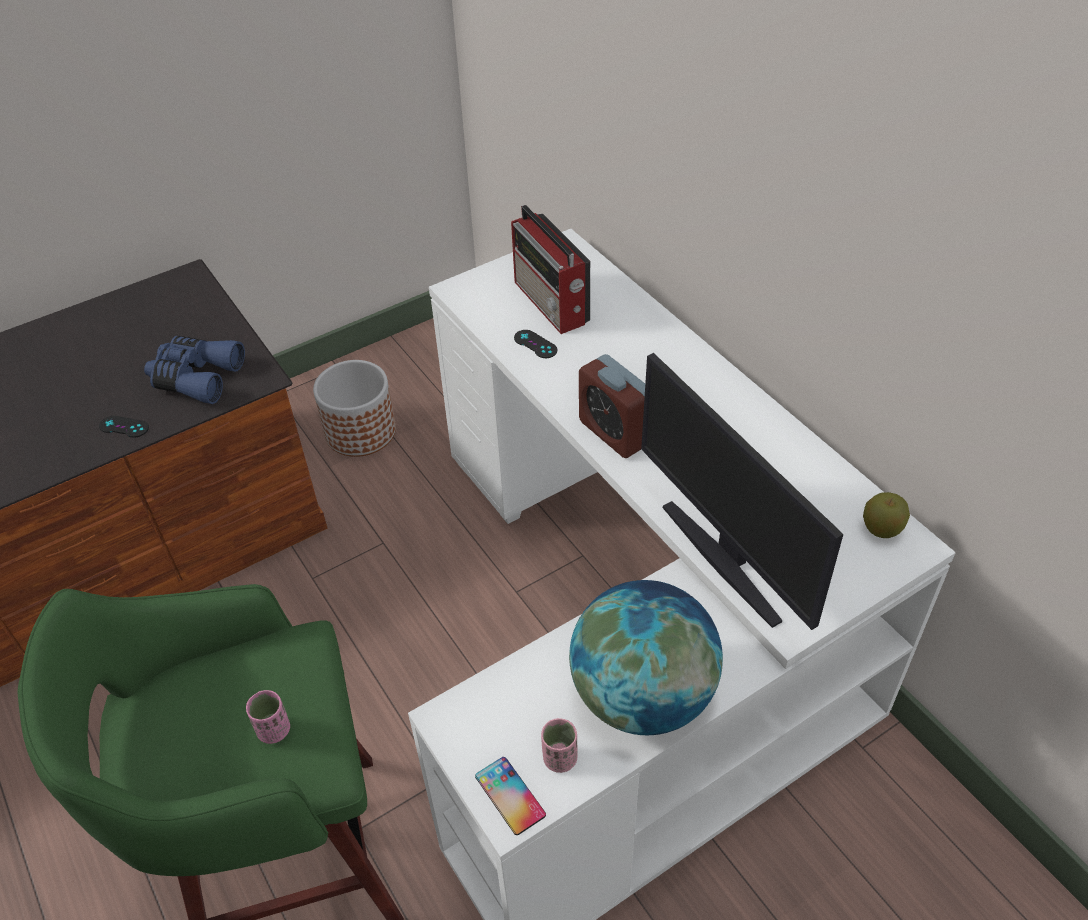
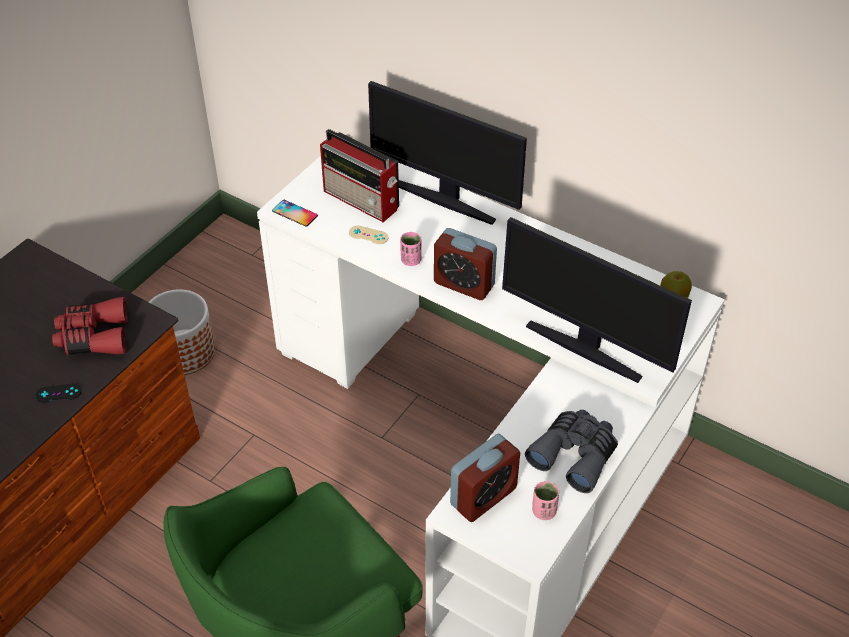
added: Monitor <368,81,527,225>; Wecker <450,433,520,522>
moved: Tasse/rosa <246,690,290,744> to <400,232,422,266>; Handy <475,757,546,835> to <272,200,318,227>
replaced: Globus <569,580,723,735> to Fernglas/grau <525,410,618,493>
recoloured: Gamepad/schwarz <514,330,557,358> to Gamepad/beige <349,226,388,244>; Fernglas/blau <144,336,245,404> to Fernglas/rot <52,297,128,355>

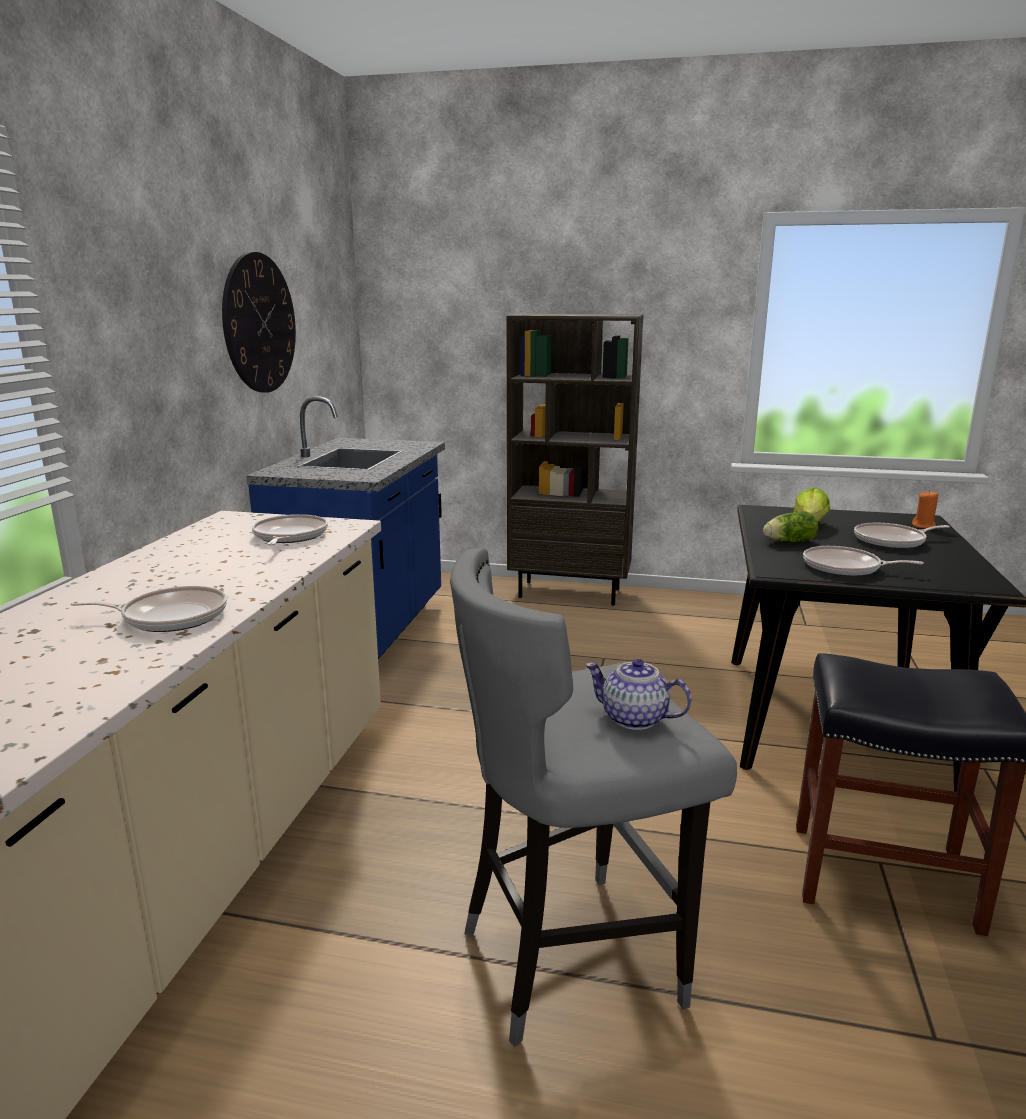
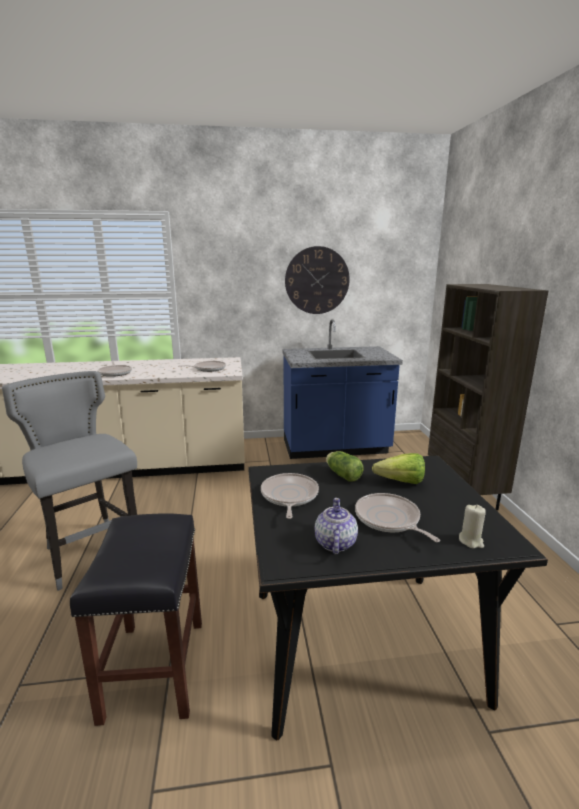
moved: Teekanne <585,659,692,730> to <315,498,358,555>
recoloured: Kerze/orange <912,490,938,528> to Kerze/beige <459,505,486,548>

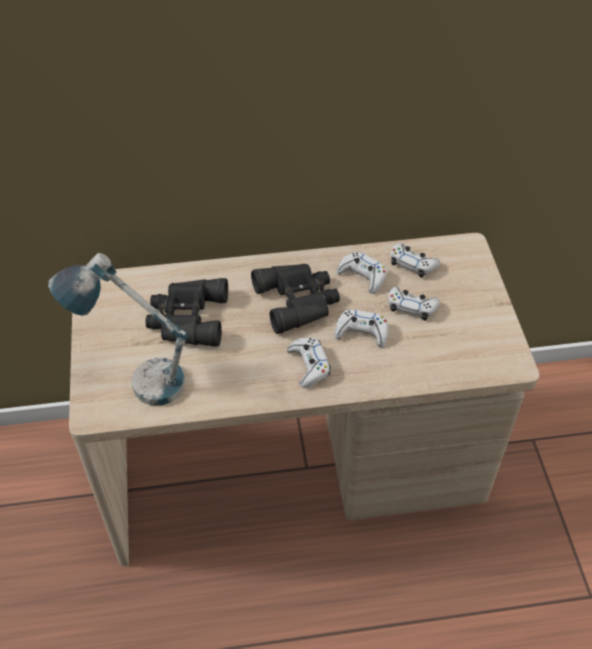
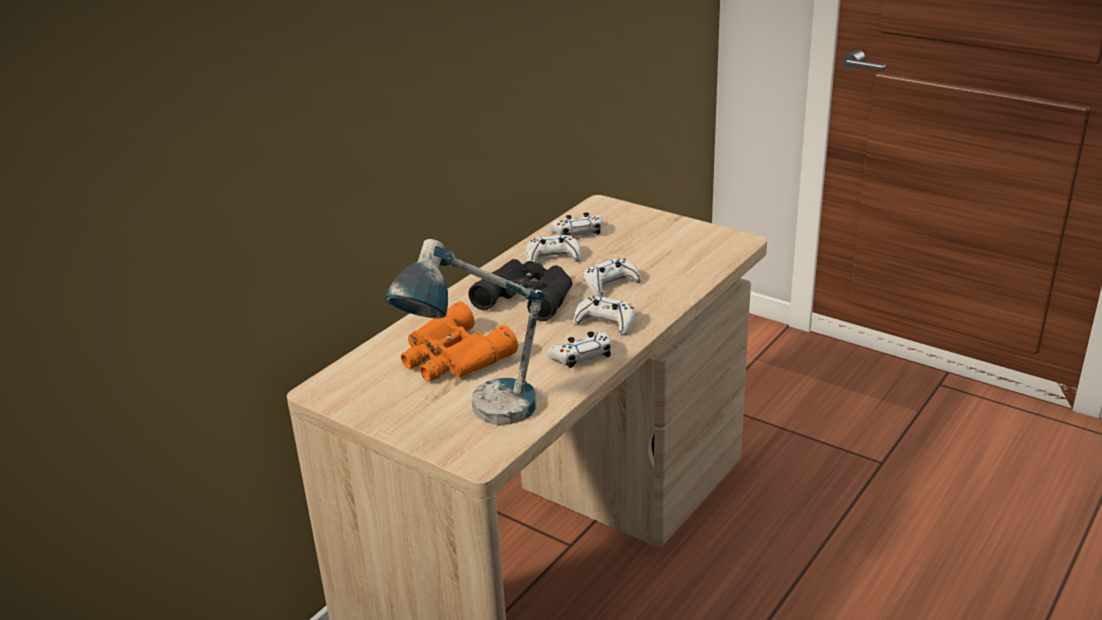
moved: Gamepad/weiß <388,287,440,321> to <547,332,611,368>
recoloured: Fernglas/schwarz <145,278,228,347> to Fernglas/orange <401,301,518,382>

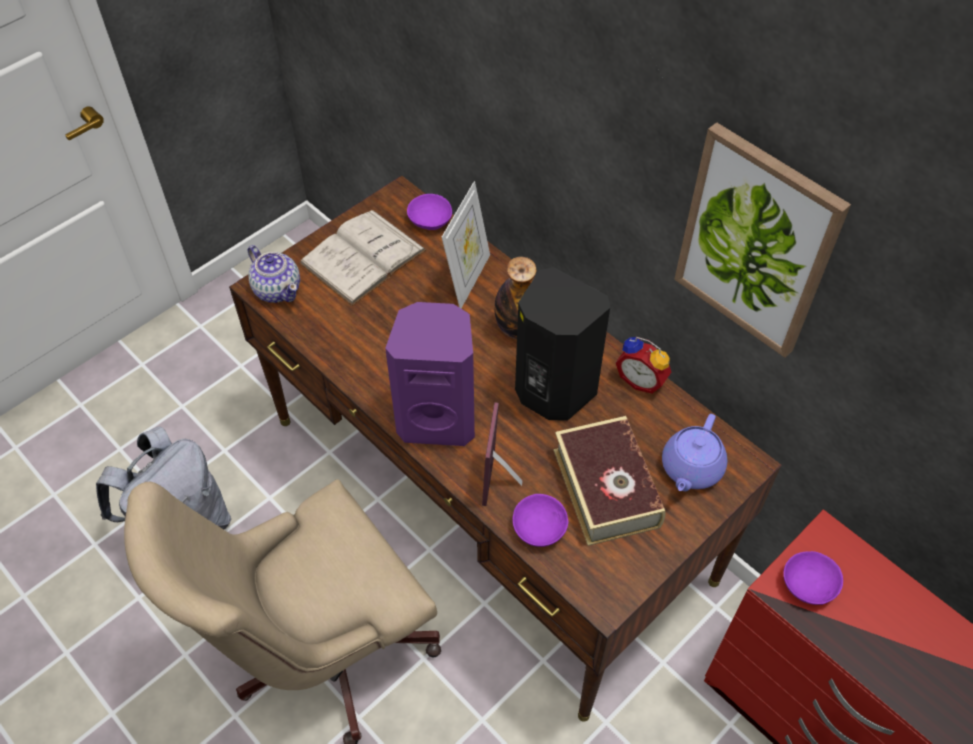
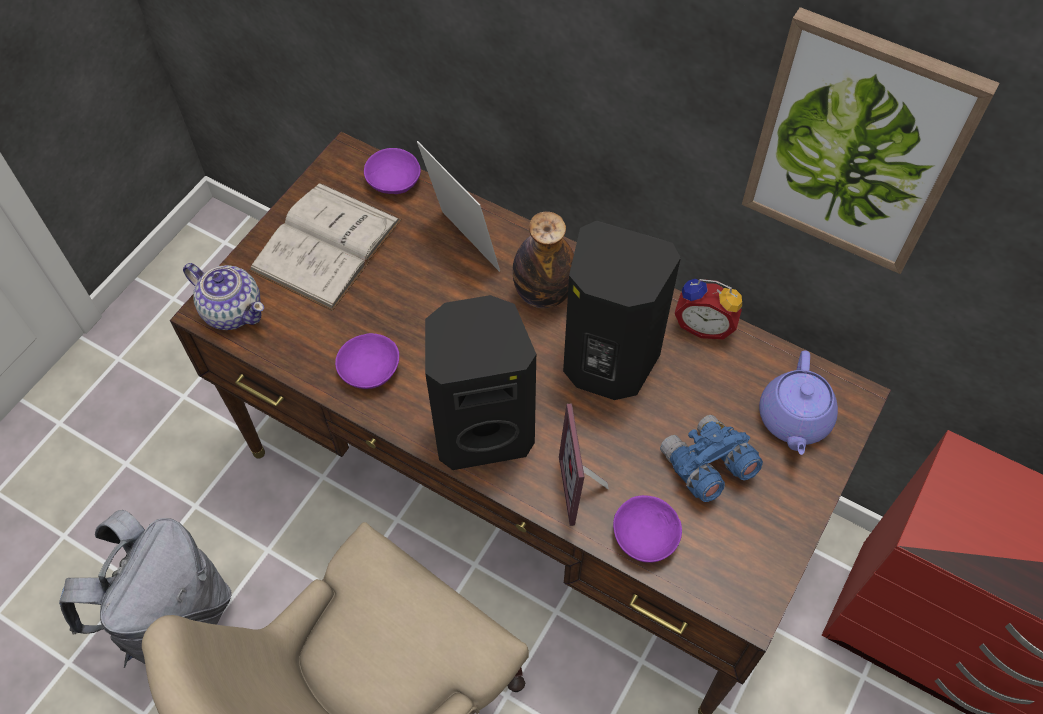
moved: Schüssel/lila <783,551,843,605> to <335,333,399,389>
replaced: Buch <553,416,665,546> to Fernglas/blau <660,415,763,502>
recoloured: Lautsprecher/lila <385,302,475,446> to Lautsprecher/schwarz <425,295,536,470>
turned: Bilderrahmen <442,181,490,308> = <417,141,500,272> 45 degrees counterclockwise

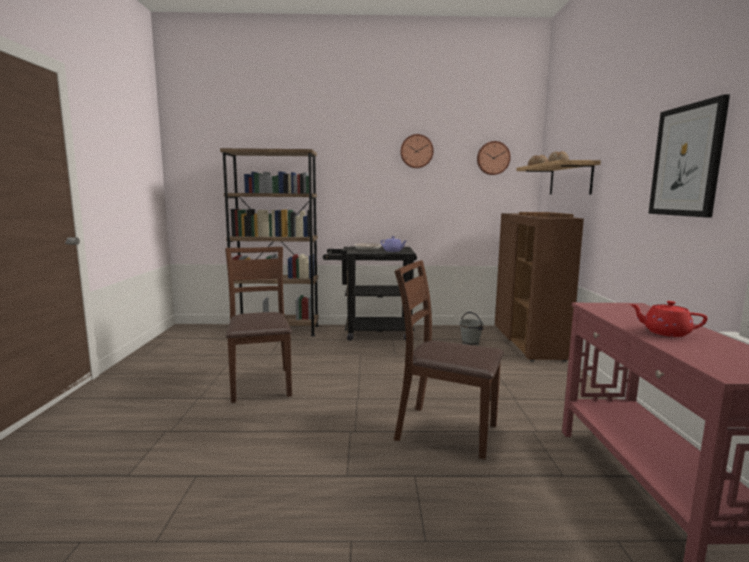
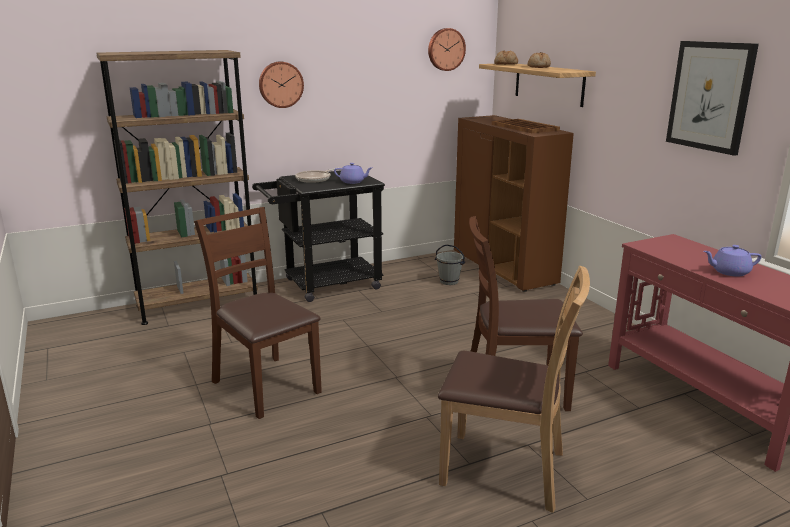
added: Stuhl/braun <438,266,590,513>
moved: Wanduhr <400,134,434,168> to <259,62,304,108>
recoloured: Teekanne/rot <630,301,708,337> to Teekanne/lila <704,245,762,276>

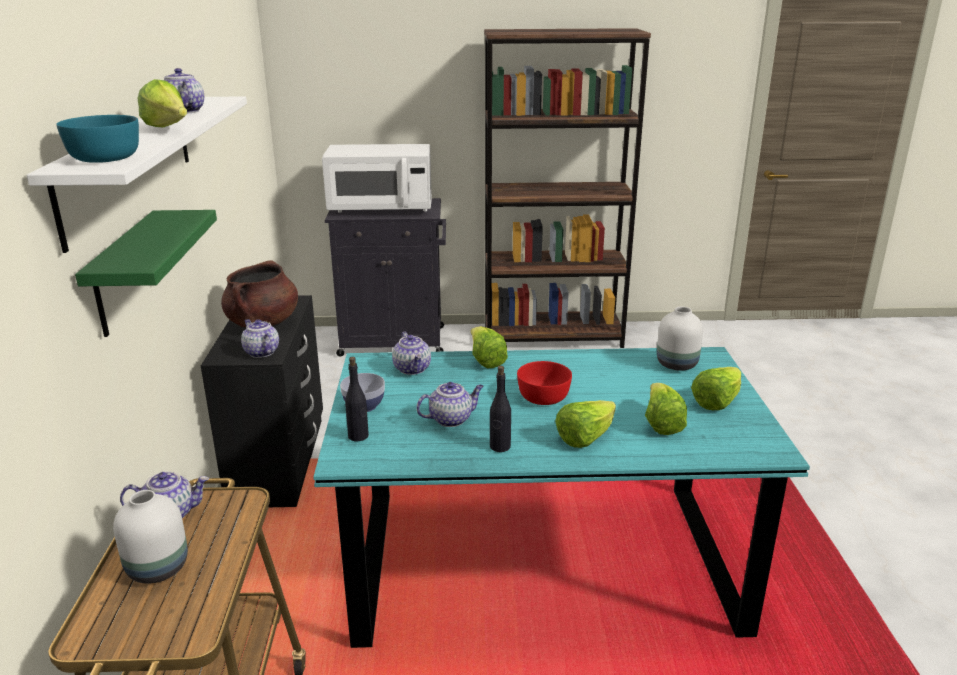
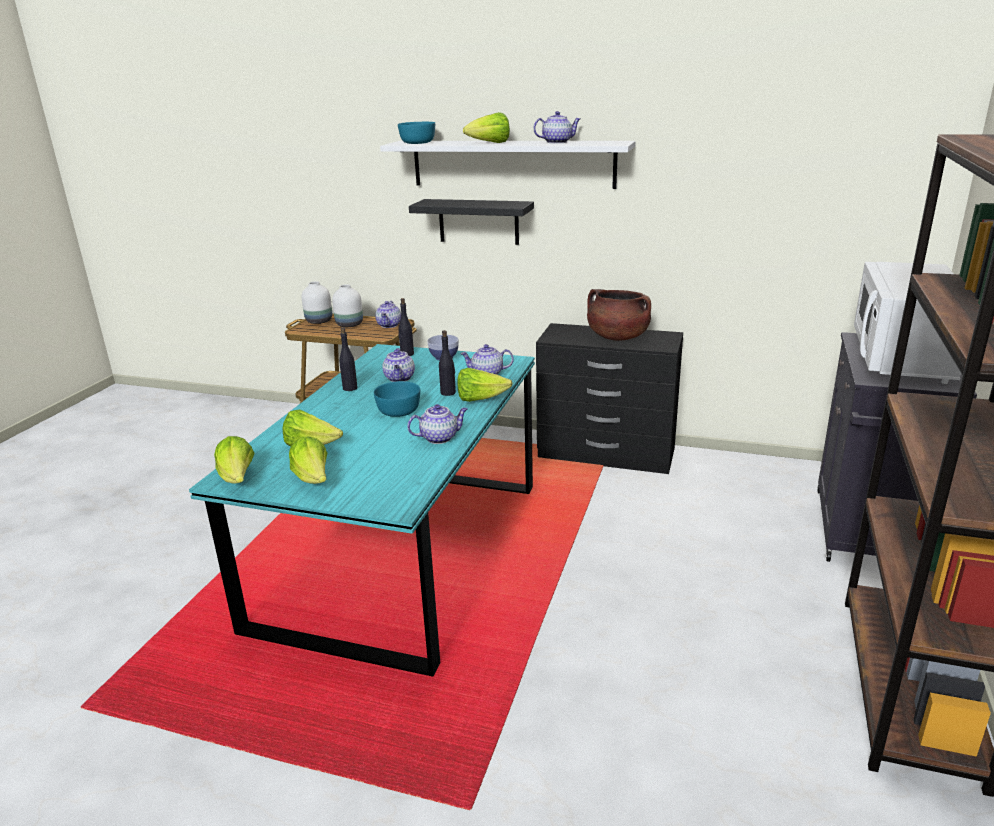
added: Flasche/schwarz <439,330,456,396>
moved: Vase/weiß <657,307,703,371> to <302,281,332,324>; Teekanne <241,319,279,358> to <407,404,467,444>; Salatkopf <555,400,616,448> to <214,436,255,484>
recoloured: Wandregal/grün <75,210,217,337> to Wandregal/schwarz <409,199,534,245>; Schüssel/rot <517,361,572,405> to Schüssel/türkis <374,381,420,417>

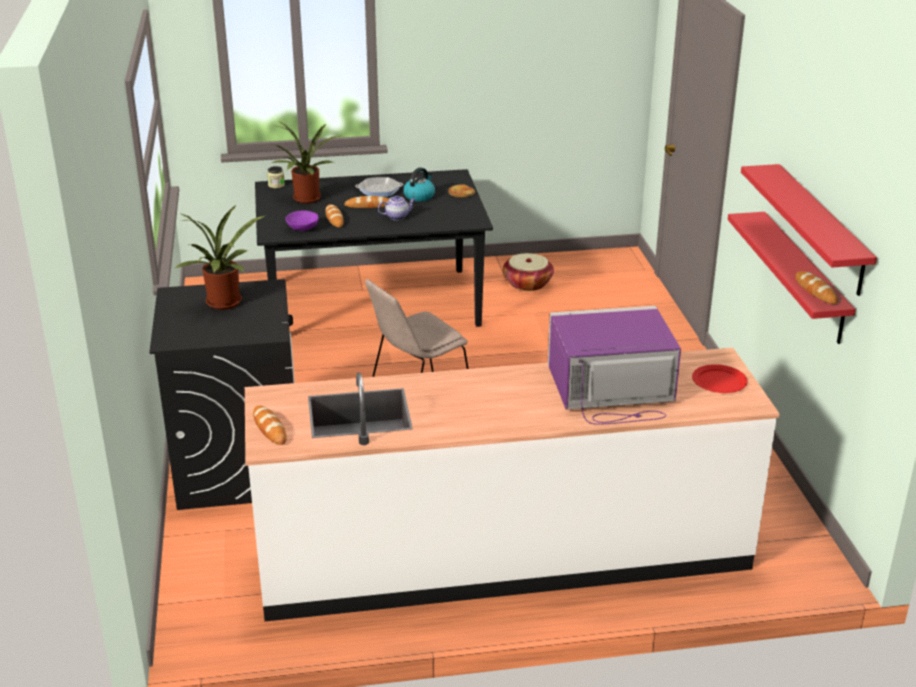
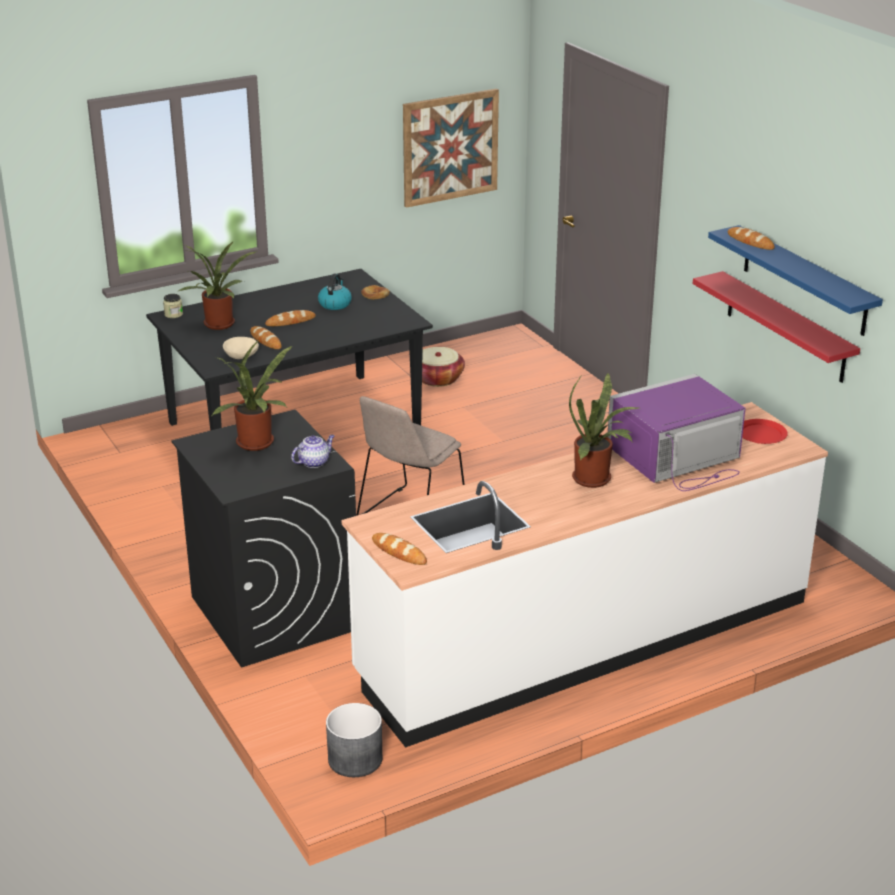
removed: Pfanne <356,177,403,197>
added: Bild <403,89,499,208>; Topfpflanze <569,372,639,488>; Pflanzkübel/grau <326,703,382,777>
moved: Teekanne <378,195,415,220> to <291,435,335,468>; Brot <795,271,838,304> to <728,227,775,250>
recoloured: Wandregal/rot <741,164,877,296> to Wandregal/blau <708,225,883,336>; Schüssel/lila <285,210,319,231> to Schüssel/beige <223,337,259,359>

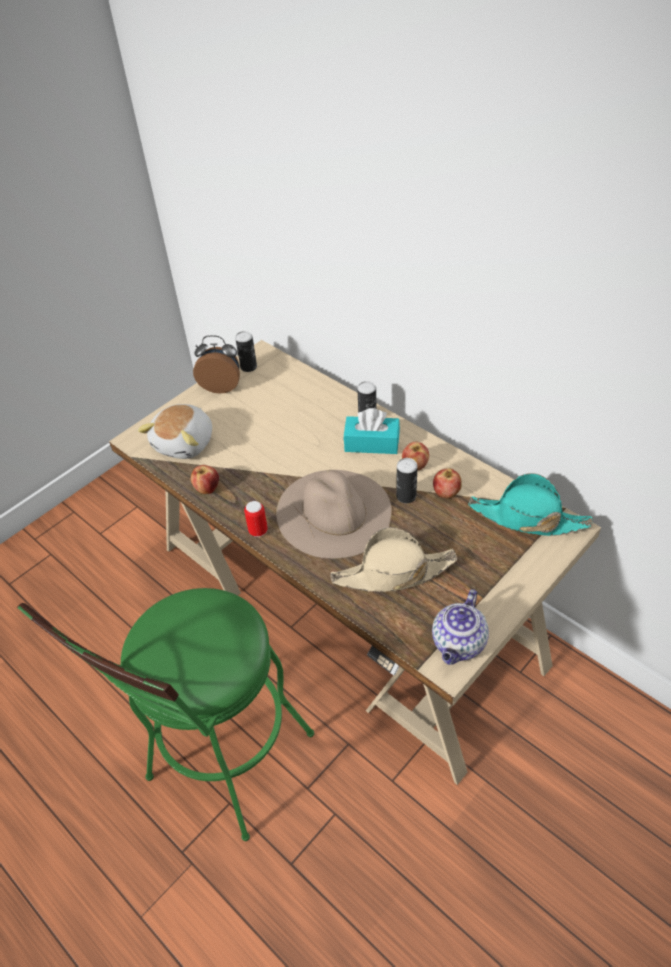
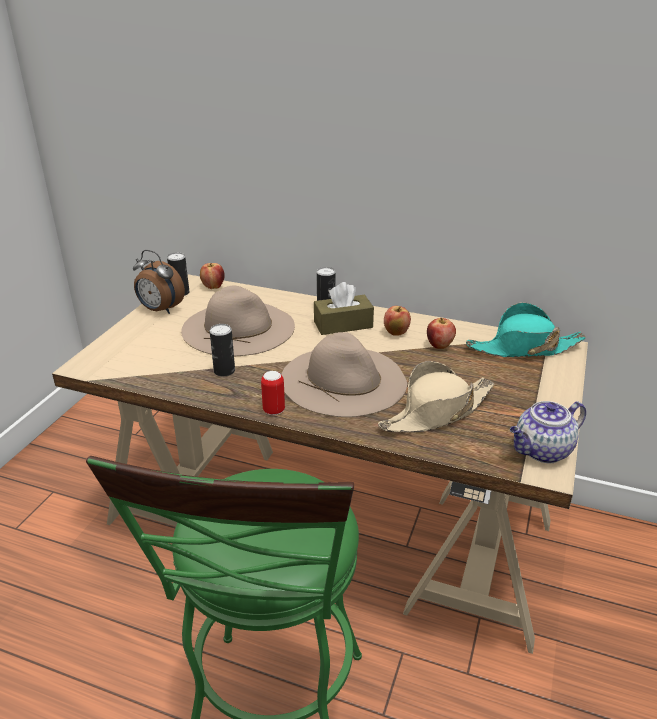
removed: Plüschtier <138,404,212,459>
added: Hut/beige <181,285,295,356>
moved: Dose <396,458,418,503> to <210,324,235,376>; Apfel <191,465,219,494> to <200,263,225,289>
recoloured: Taschentuchbox/türkis <344,408,400,454> to Taschentuchbox/braun <314,282,374,335>
turned: Wecker <193,335,240,394> = <133,250,185,314> 135 degrees counterclockwise; Teekanne <432,589,489,665> = <510,401,586,464> 60 degrees clockwise

